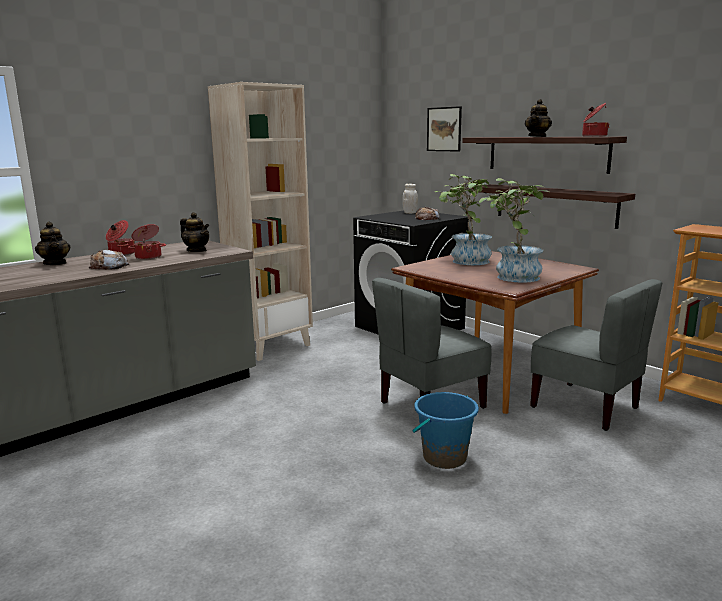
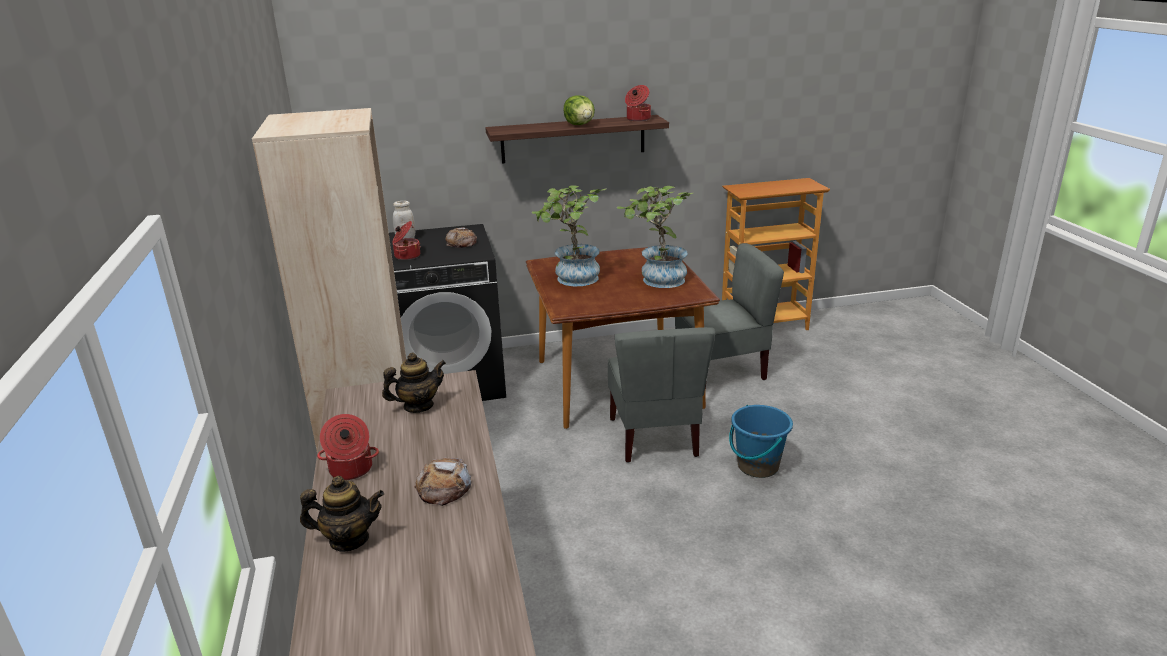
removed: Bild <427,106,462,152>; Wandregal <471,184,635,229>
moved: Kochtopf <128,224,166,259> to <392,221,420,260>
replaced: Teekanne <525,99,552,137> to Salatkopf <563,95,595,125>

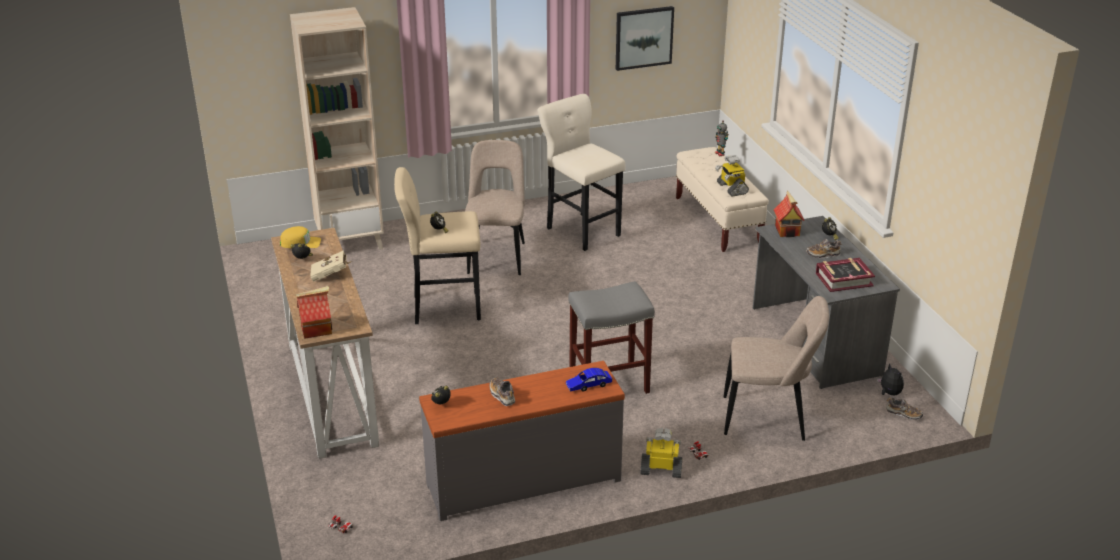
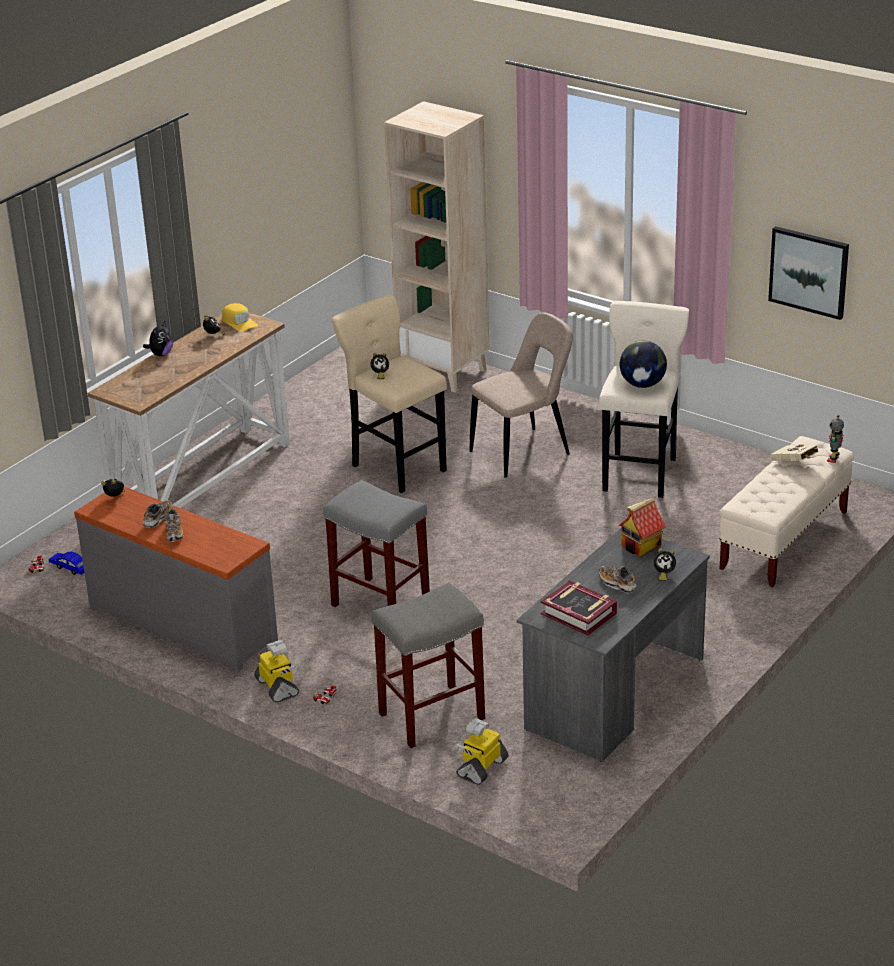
removed: Spielzeughaus <296,286,332,339>
added: Globus <620,341,667,388>
moved: Spielzeugroboter <715,155,749,196> to <452,718,509,785>; Buch/beige <310,250,352,282> to <771,445,819,461>; Plüschtier <877,364,904,395> to <143,322,173,356>; Spielzeugauto/blau <566,368,612,392> to <49,552,84,575>; Schuh <886,397,923,420> to <164,508,184,542>
replaced: Stuhl/beige <724,296,829,441> to Hocker/grau <371,583,485,748>

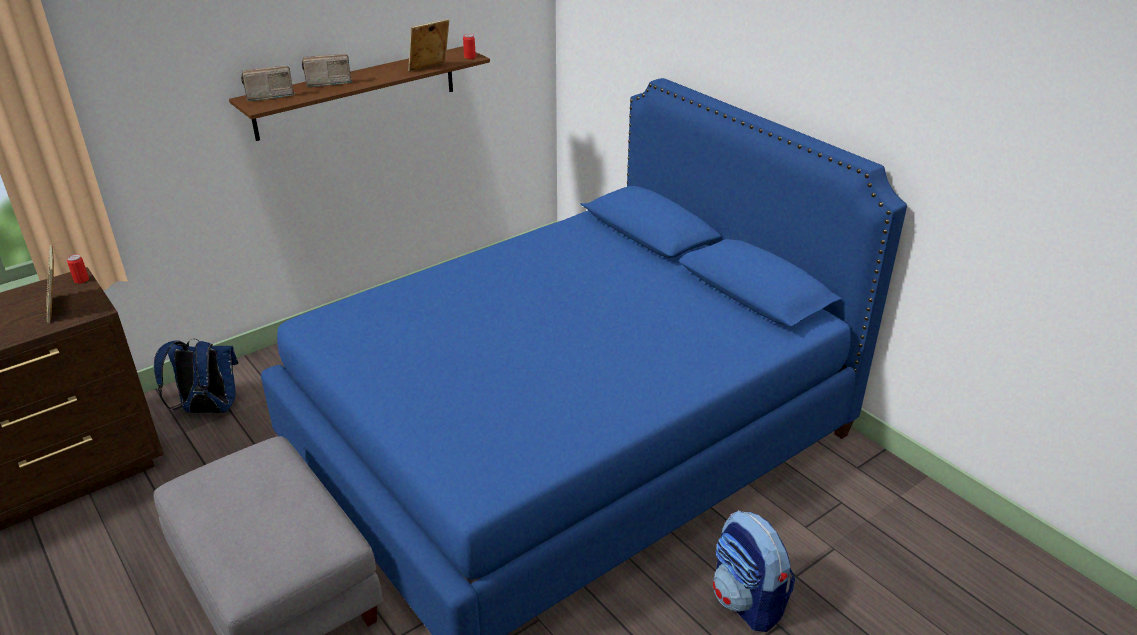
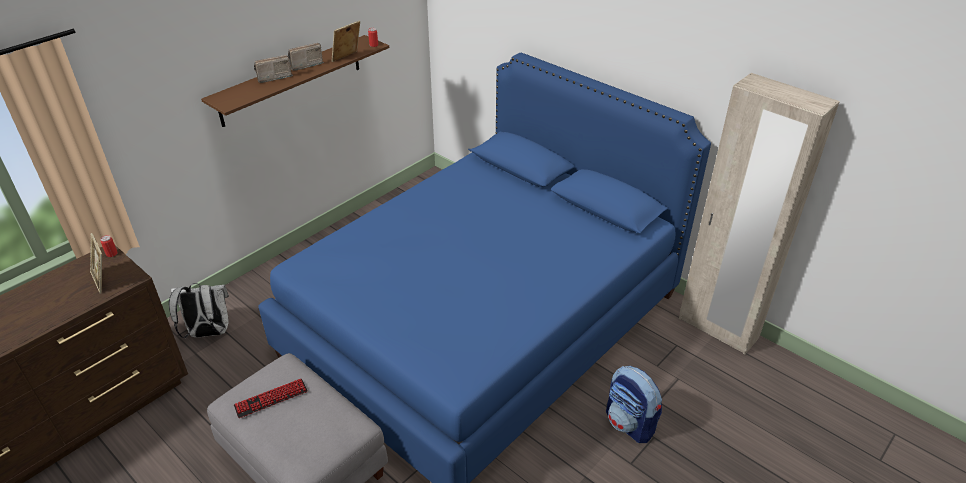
added: Kleiderschrank/beige <679,73,840,354>; Tastatur <234,379,308,418>
moved: Radio <241,66,295,101> to <288,43,324,71>
recoloured: Rucksack/blau <154,339,238,413> to Rucksack/weiß <169,283,229,338>

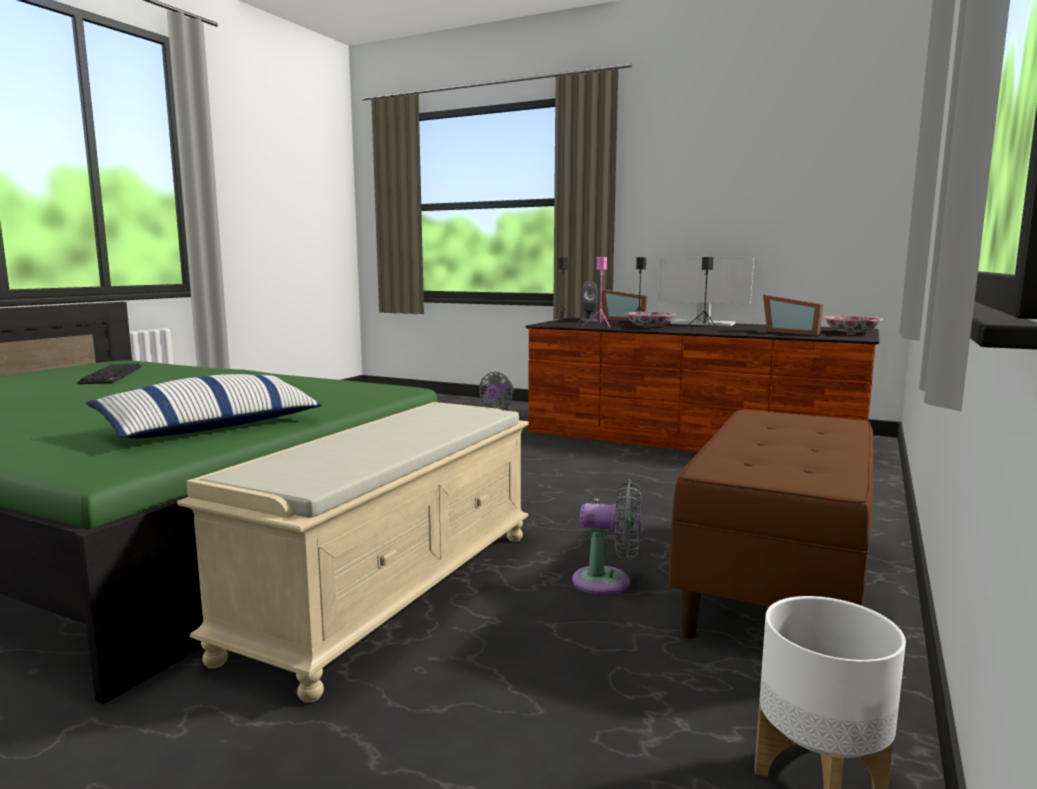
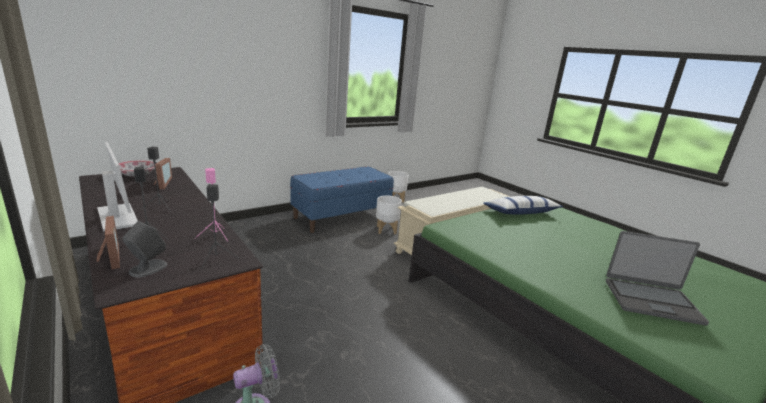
removed: Schüssel <624,312,676,328>
replaced: Tastatur <77,363,142,384> to Laptop <606,231,709,325>; Ventilator/grau <572,480,642,595> to Pflanzkübel/weiß <376,196,402,235>
recoloured: Bank/braun <669,409,873,639> to Bank/blau <290,166,394,233>

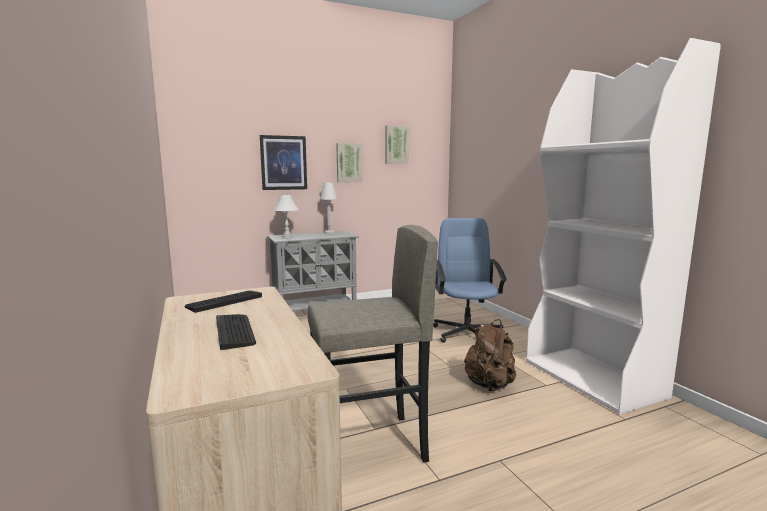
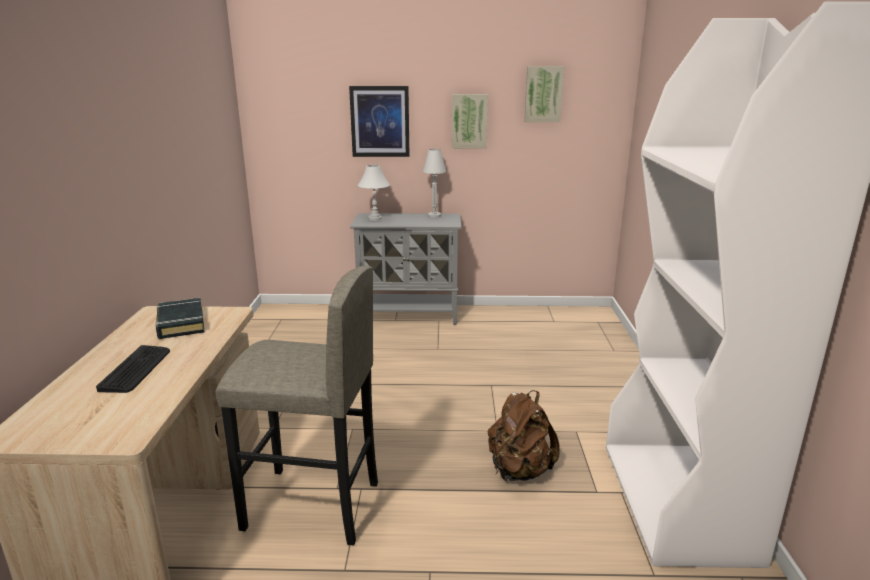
removed: Bürostuhl/blau <433,218,507,343>
replaced: Tastatur <185,290,262,313> to Buch/schwarz <155,298,204,339>

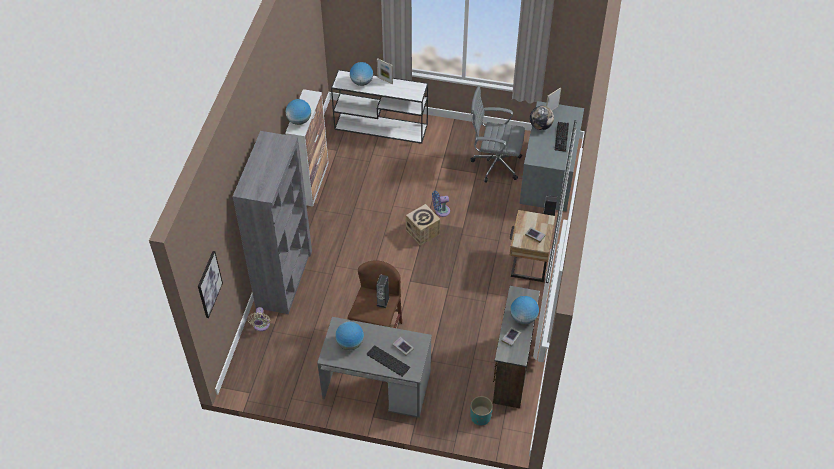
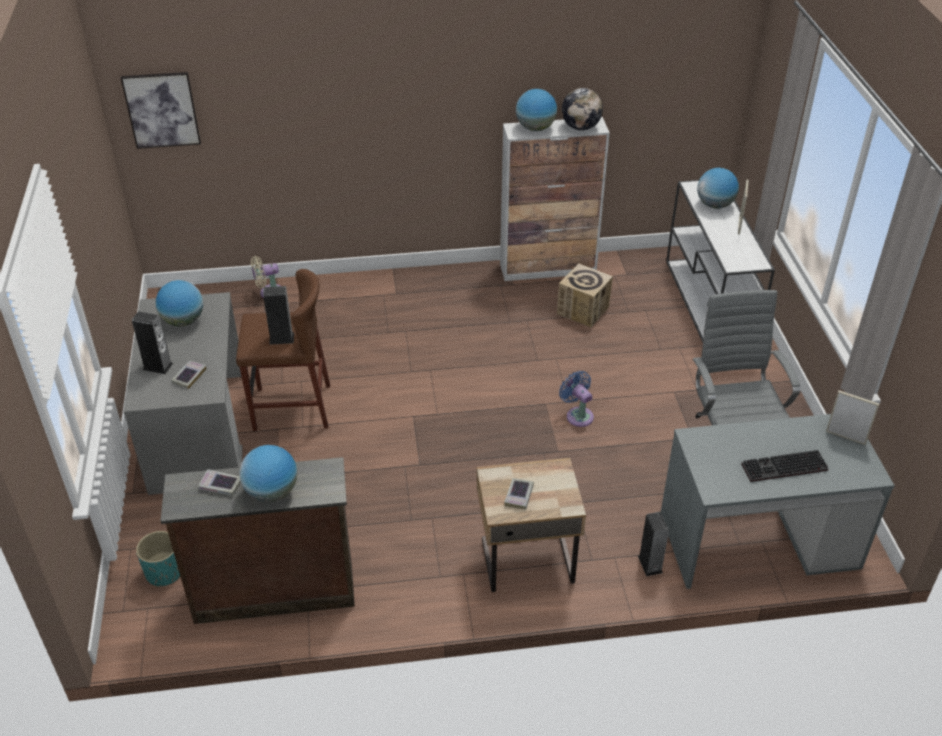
removed: Bücherregal/grau <232,131,312,314>
moved: Globus <530,106,554,130> to <562,88,603,130>; Karton <406,204,440,246> to <557,263,613,327>
replaced: Tastatur <367,345,410,377> to Lautsprecher <132,311,173,374>

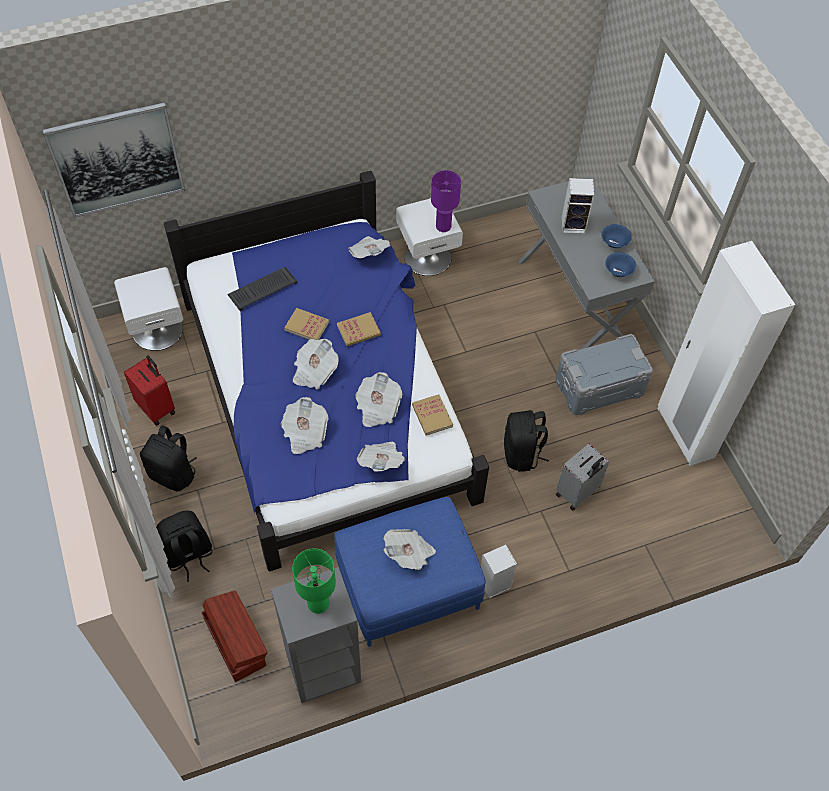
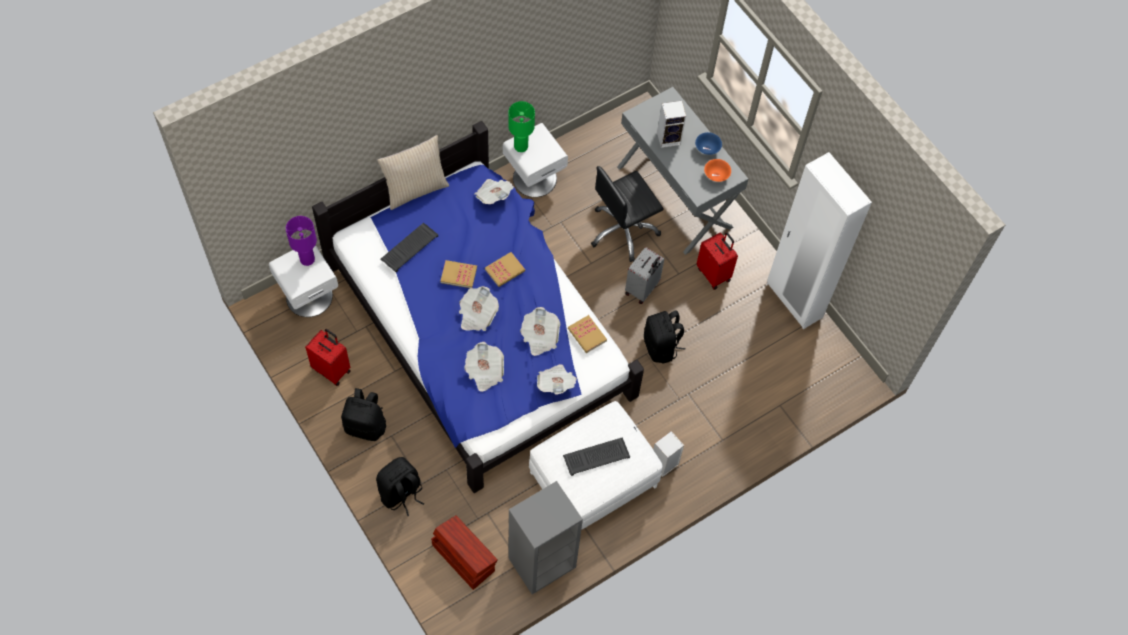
removed: Bild <42,102,185,218>
added: Kissen/beige <377,135,450,210>; Bürostuhl/schwarz <591,166,664,262>
moved: Tischlampe/lila <431,170,461,232> to <286,216,317,266>; Koffer/grau <556,443,610,511> to <625,247,665,304>; Tischlampe/grün <292,548,336,614> to <508,101,535,152>
replaced: Aufbewahrungsbox/grau <556,334,653,415> to Koffer/rot <696,232,738,290>; Zeitung <384,529,436,570> to Tastatur <563,437,630,476>
recoloured: Schüssel/blau <605,252,636,277> to Schüssel/orange <704,159,731,182>; Polsterhocker/blau <334,497,486,647> to Polsterhocker/weiß <529,401,663,530>

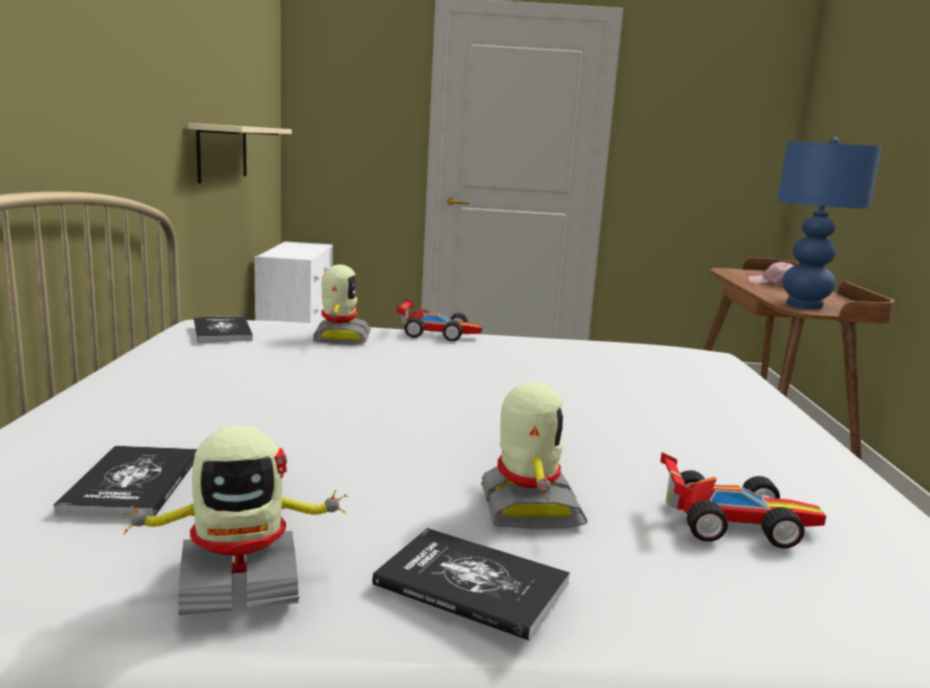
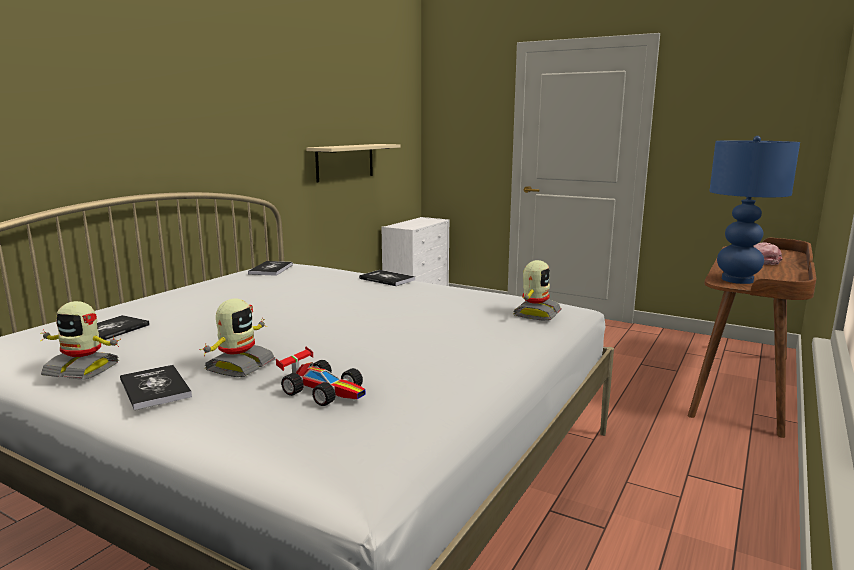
moved: Spielzeugroboter <313,264,371,345> to <514,260,562,321>
replaced: Spielzeugauto <396,298,483,341> to Buch <359,270,415,286>

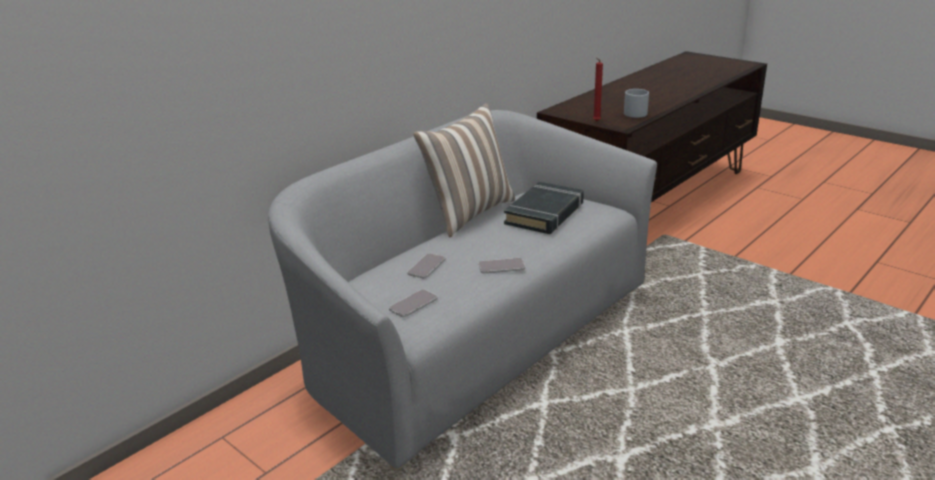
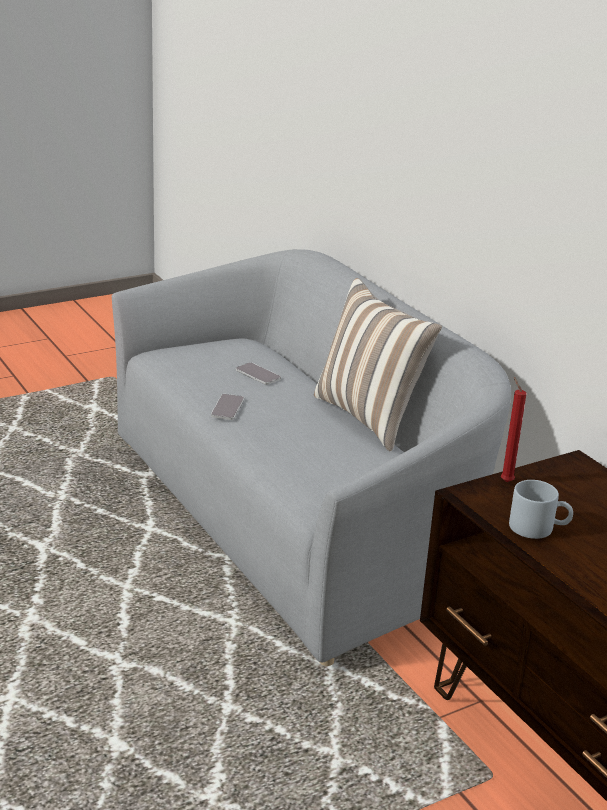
removed: Buch/schwarz <504,182,584,234>; Handy <389,289,438,317>

